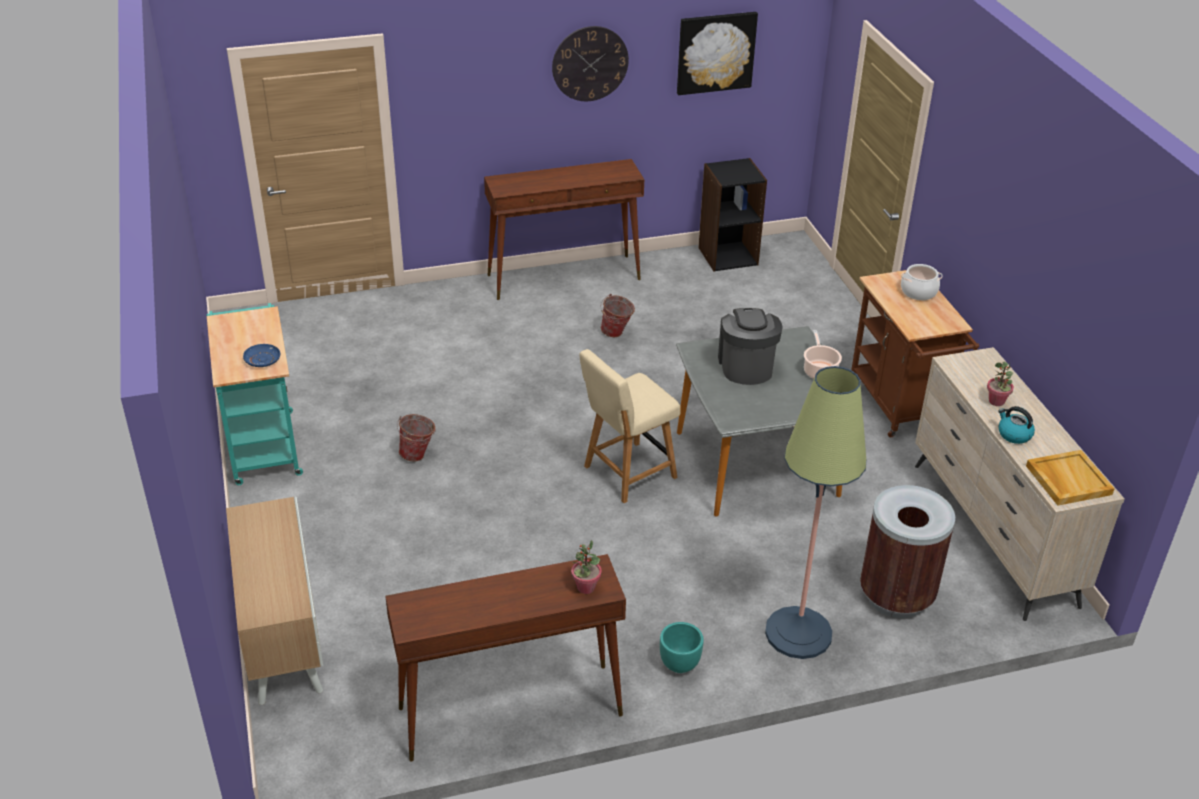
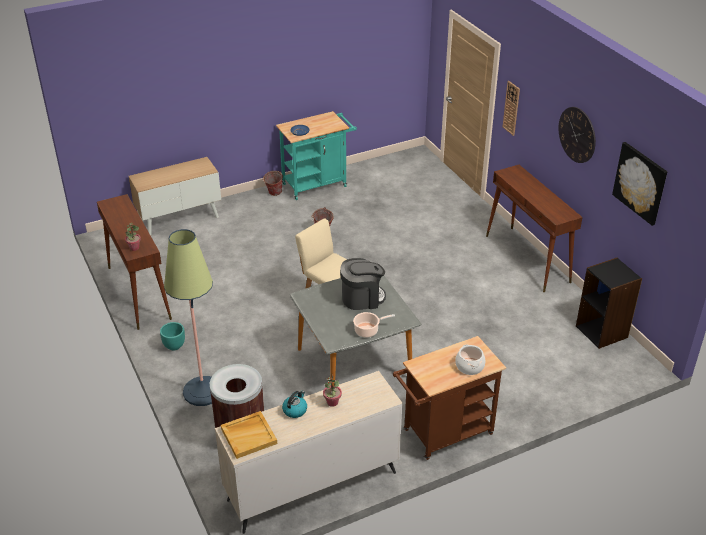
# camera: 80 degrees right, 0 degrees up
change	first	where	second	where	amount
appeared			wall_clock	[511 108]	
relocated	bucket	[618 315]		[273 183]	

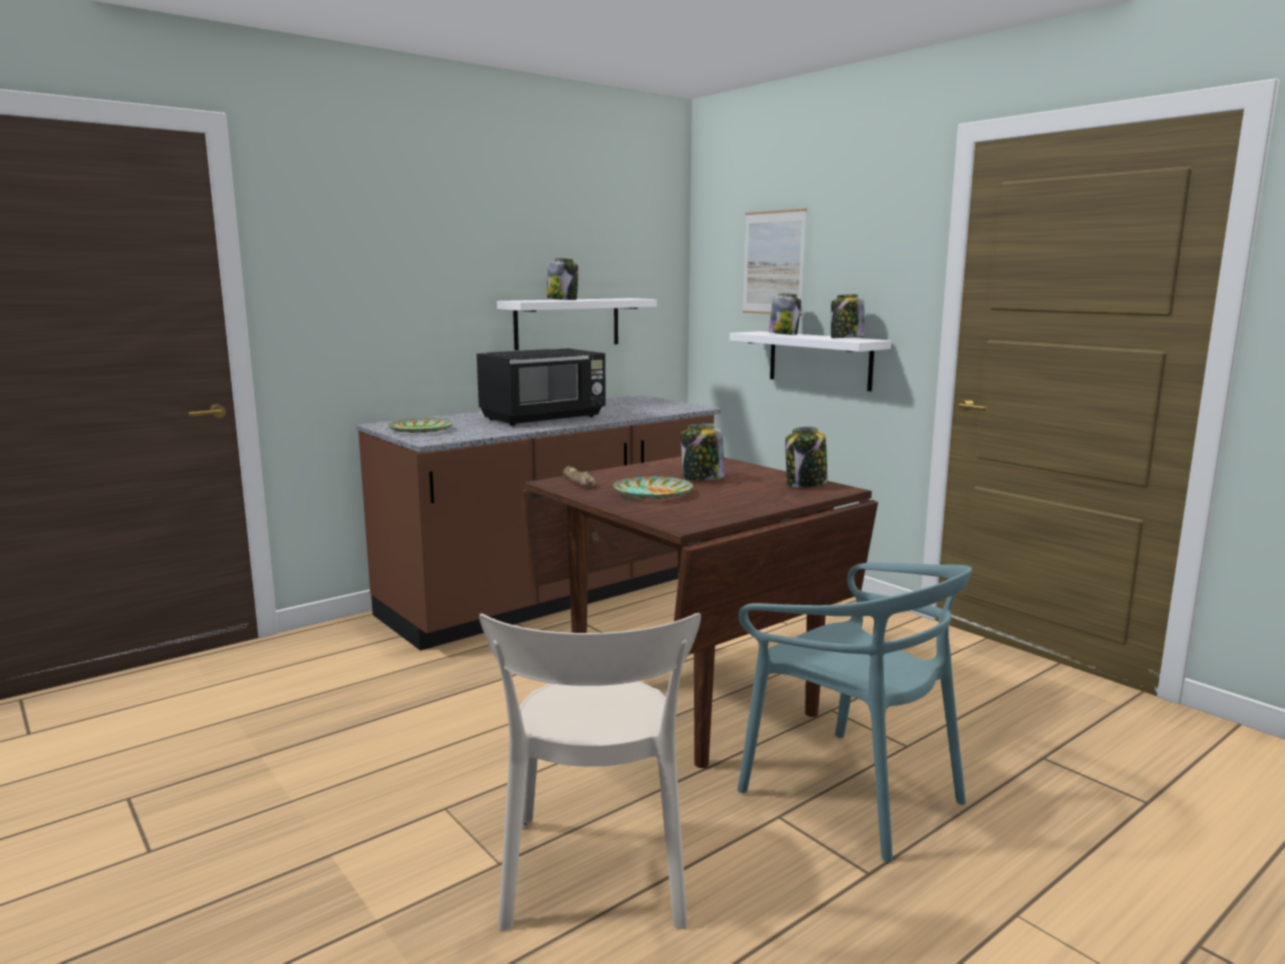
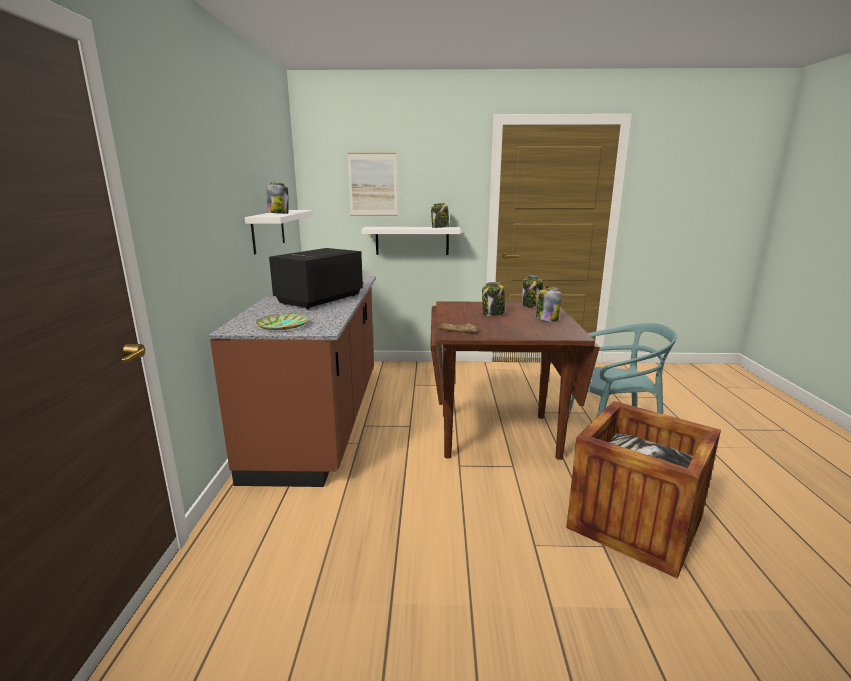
# camera: 50 degrees left, 5 degrees up
change	first	where	second	where	amount
missing	plate	[653 487]			
relocated	jar	[785 314]		[549 304]	
exchanged	beige_chair	[590 772]	crate	[643 490]	
spun	black_microwave	[541 387]		[316 278]	150 degrees counterclockwise

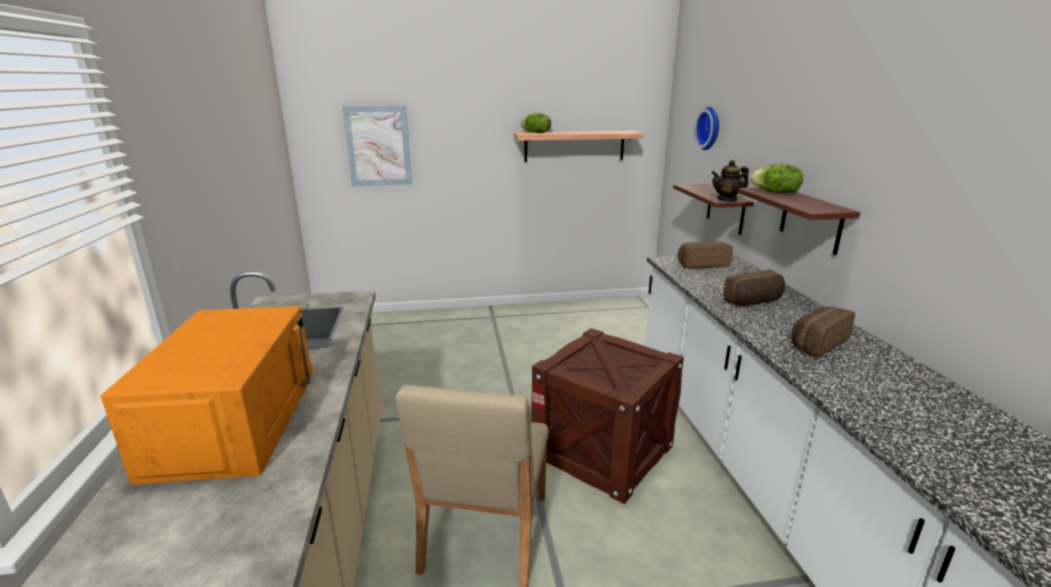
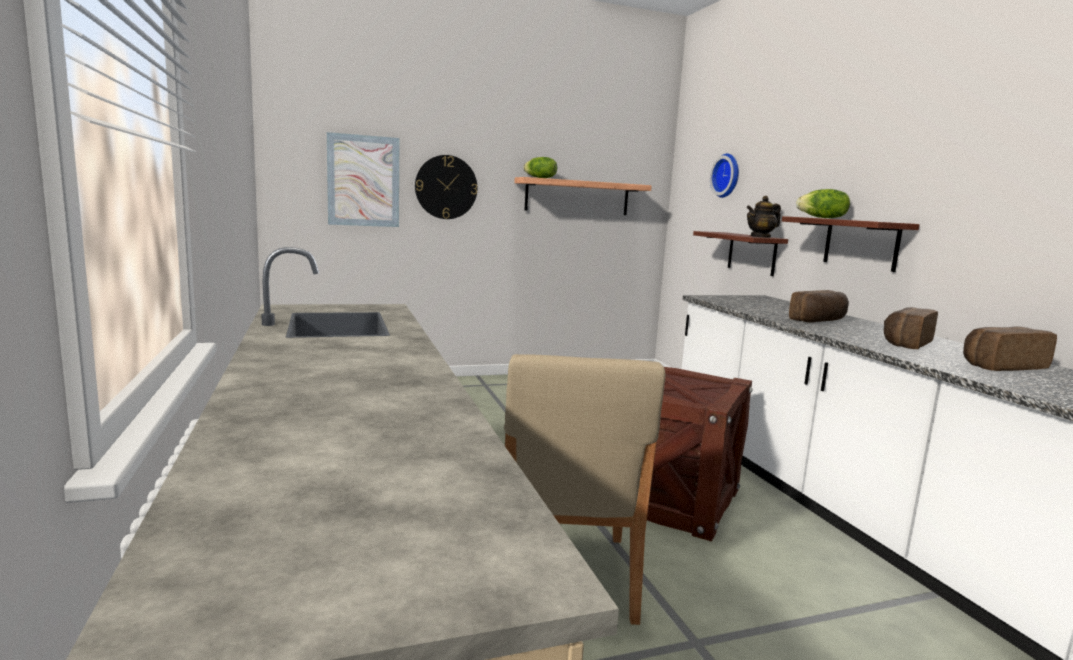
# camera: 10 degrees left, 10 degrees down
change	first	where	second	where	amount
missing	orange_microwave	[206 395]			
appeared			wall_clock	[446 187]	
relocated	bread	[704 255]		[1010 348]	

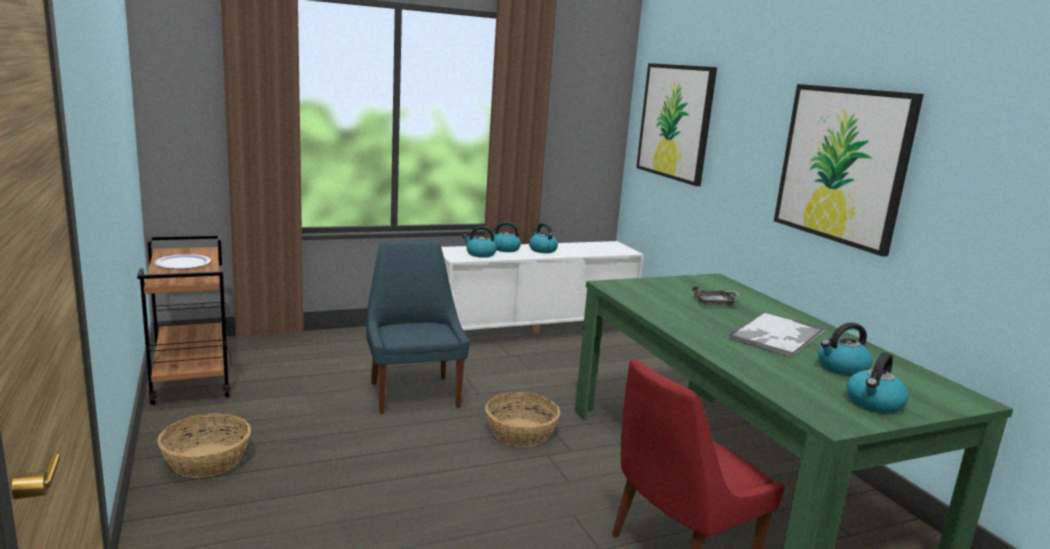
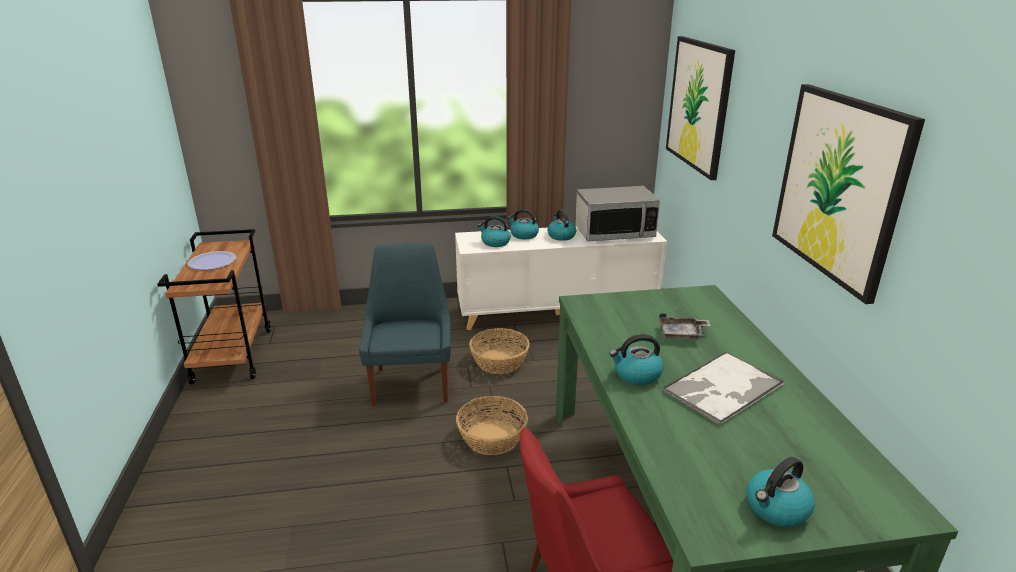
# camera: 15 degrees right, 10 degrees up
change	first	where	second	where	amount
appeared			microwave	[617 213]	
relocated	basket	[204 445]		[499 351]	
relocated	kettle	[845 349]		[636 359]	

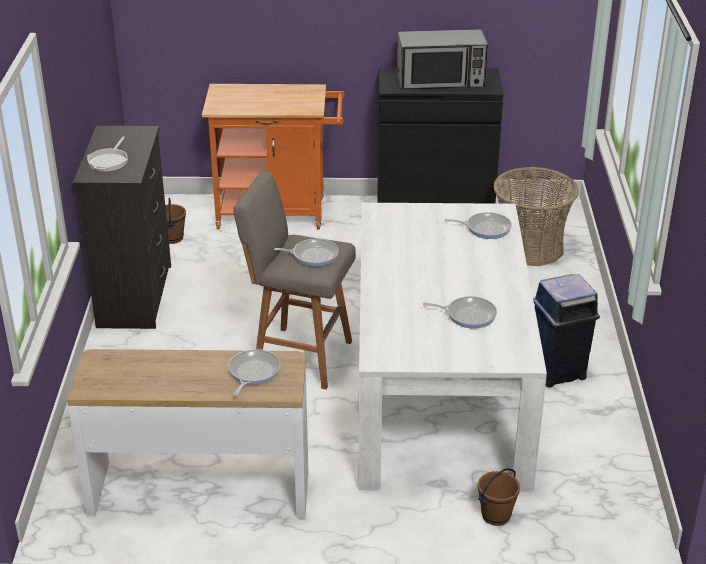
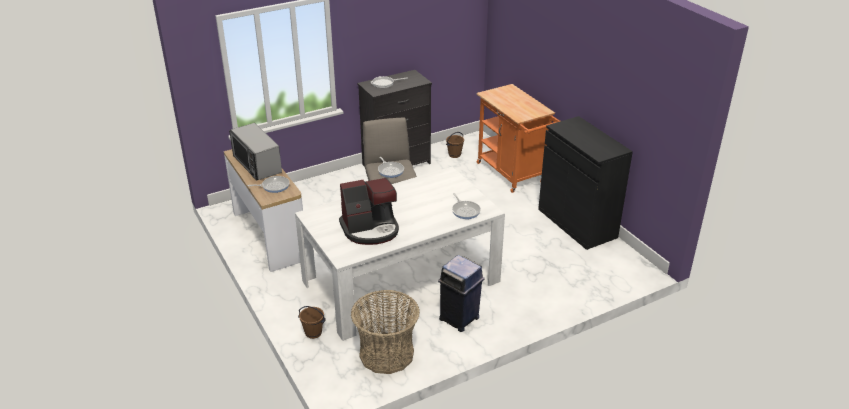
# camera: 60 degrees right, 0 degrees up
change	first	where	second	where	amount
relocated	microwave	[442 59]		[255 152]	
relocated	basket	[536 216]		[385 332]	
exchanged	frying_pan	[460 312]	coffee_machine	[369 211]	

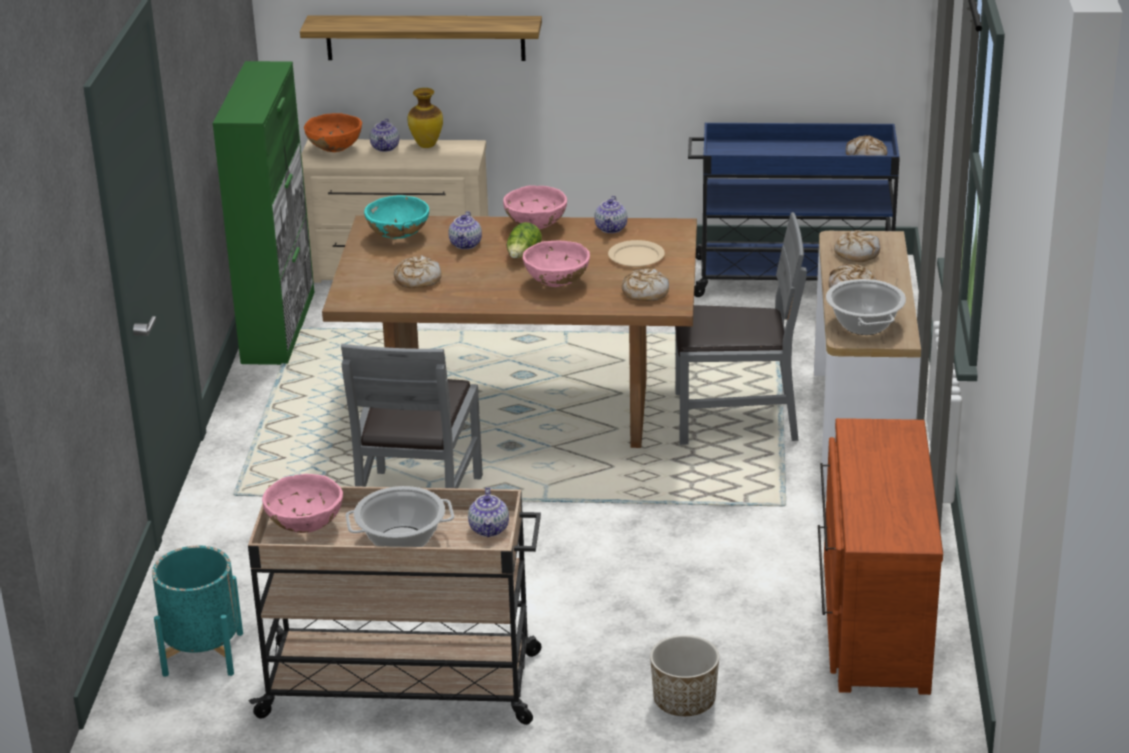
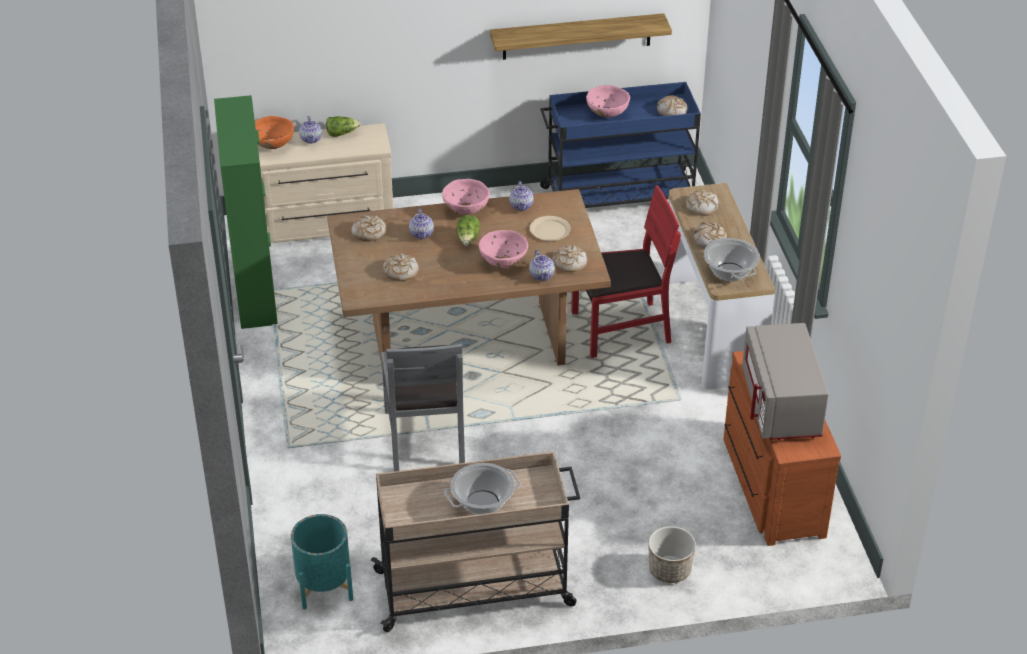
# camera: 15 degrees left, 10 degrees up
change	first	where	second	where	amount
appeared			grey_microwave	[785 381]	
relocated	pink_bowl	[302 503]		[608 101]	
relocated	shelf	[421 38]		[581 36]	
relocated	teapot	[488 512]		[542 265]	
exchanged	turquoise_bowl	[396 217]	bread	[369 228]	
exchanged	vase	[425 118]	lettuce	[343 126]	
colour	grey_chair	[741 328]	red_chair	[626 271]	

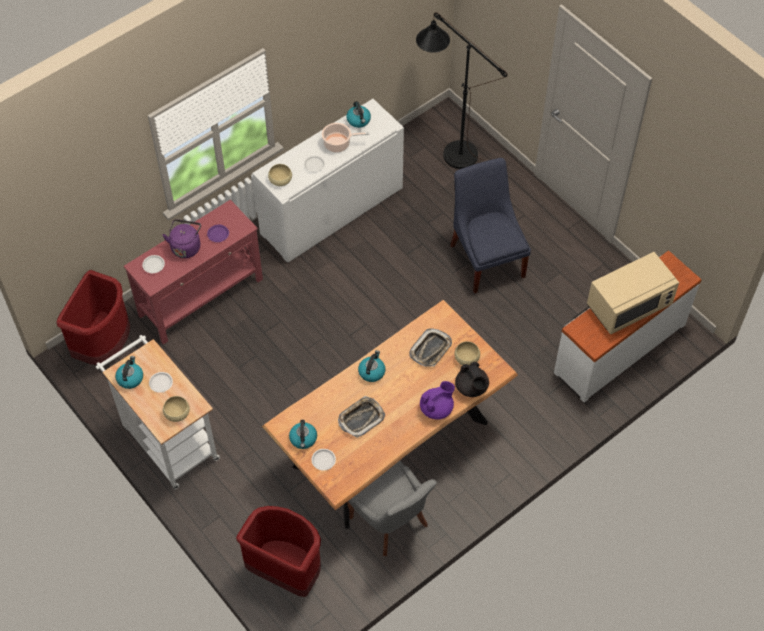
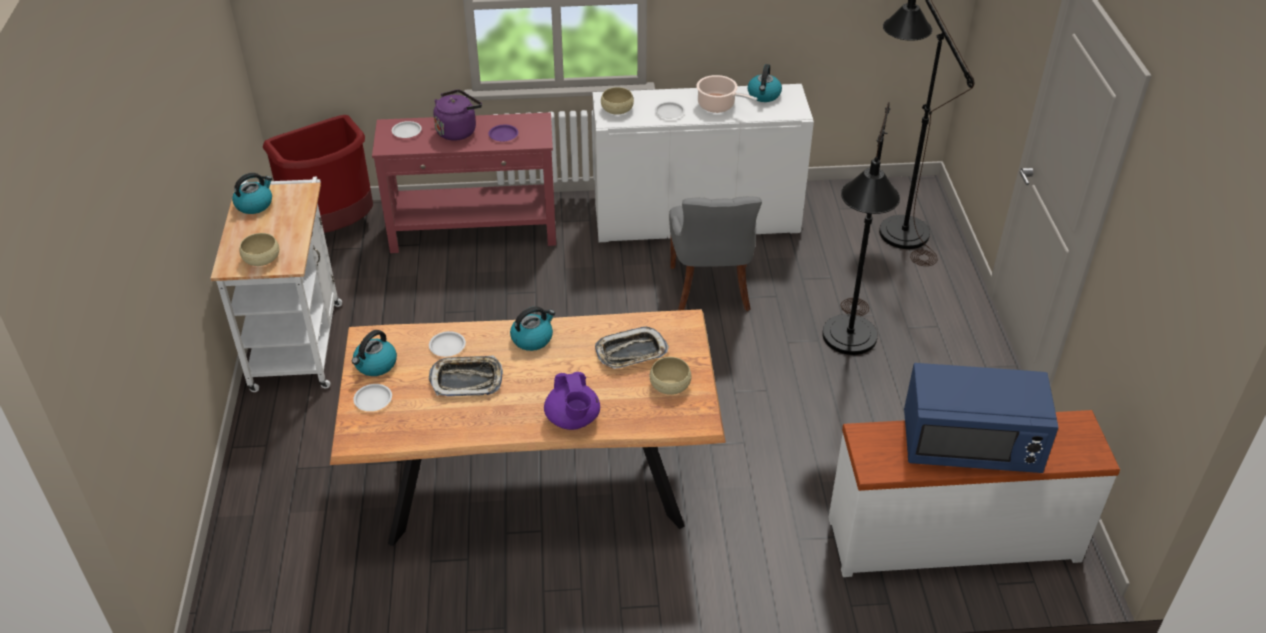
# camera: 35 degrees right, 15 degrees down
change	first	where	second	where	amount
missing	red_trash_can	[278 551]			
missing	black_teapot	[472 379]			
relocated	white_plate	[161 382]		[447 344]	
relocated	grey_chair	[392 508]		[715 253]	
exchanged	blue_chair	[490 225]	black_floor_lamp	[861 228]	
colour	beige_microwave	[633 293]	blue_microwave	[981 418]	
spun	purple_teapot	[437 400]		[572 401]	75 degrees clockwise

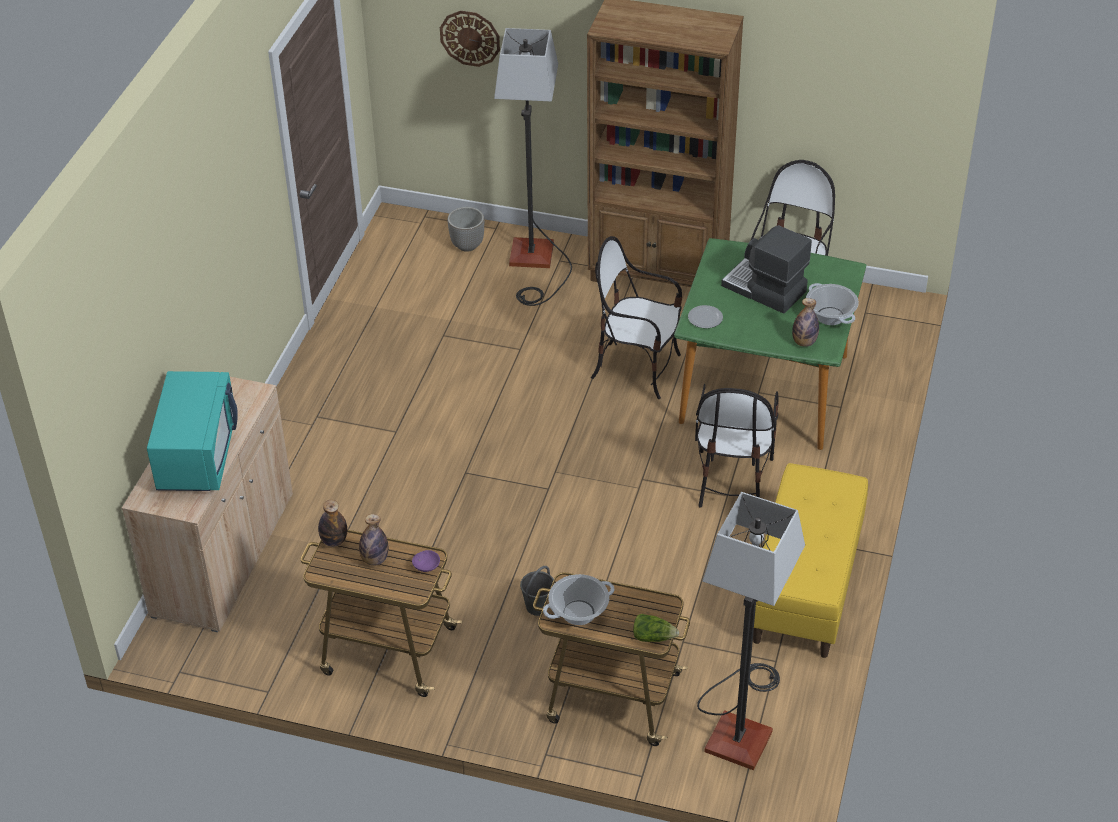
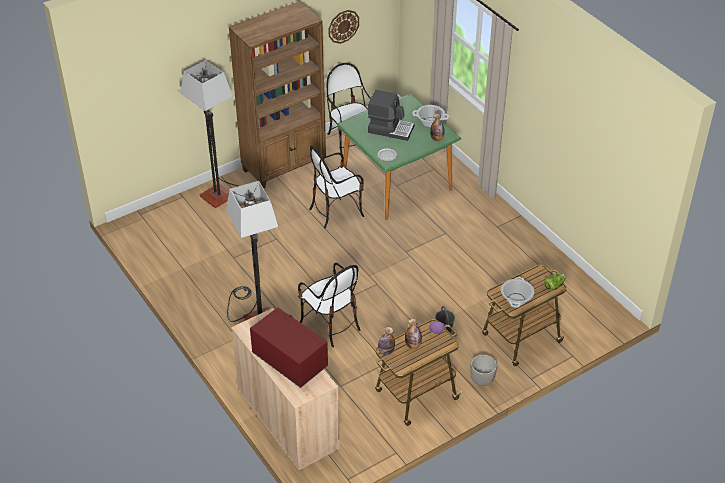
# camera: 50 degrees left, 0 degrees up
change	first	where	second	where	amount
missing	yellow_bench	[810 560]			
relocated	wall_clock	[470 39]		[343 27]	
relocated	planter	[466 229]		[484 370]	
relocated	chair	[737 445]		[329 305]	
relocated	floor_lamp	[751 631]		[252 251]	
colour	turquoise_microwave	[192 431]	red_microwave	[289 347]	
spun	coffee_machine	[766 269]		[391 115]	150 degrees counterclockwise

